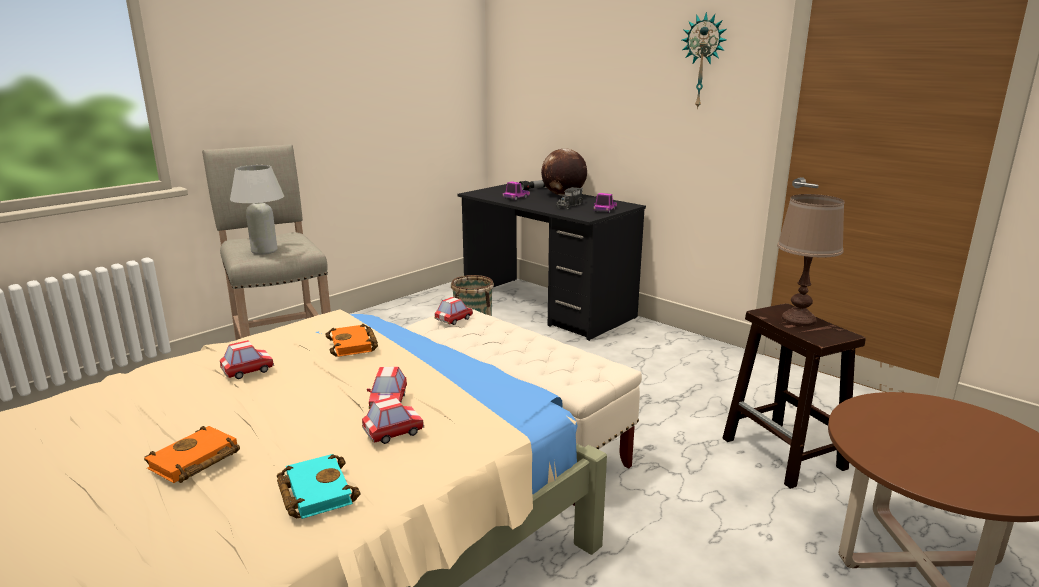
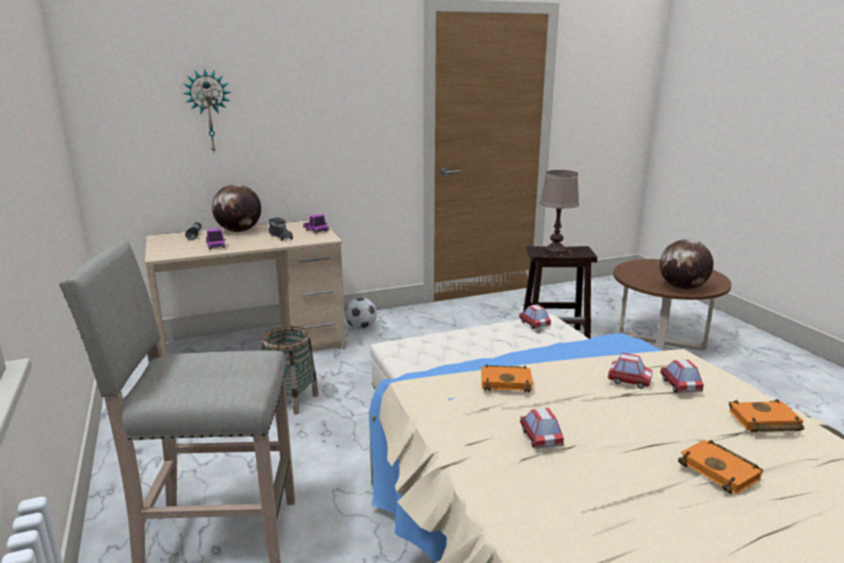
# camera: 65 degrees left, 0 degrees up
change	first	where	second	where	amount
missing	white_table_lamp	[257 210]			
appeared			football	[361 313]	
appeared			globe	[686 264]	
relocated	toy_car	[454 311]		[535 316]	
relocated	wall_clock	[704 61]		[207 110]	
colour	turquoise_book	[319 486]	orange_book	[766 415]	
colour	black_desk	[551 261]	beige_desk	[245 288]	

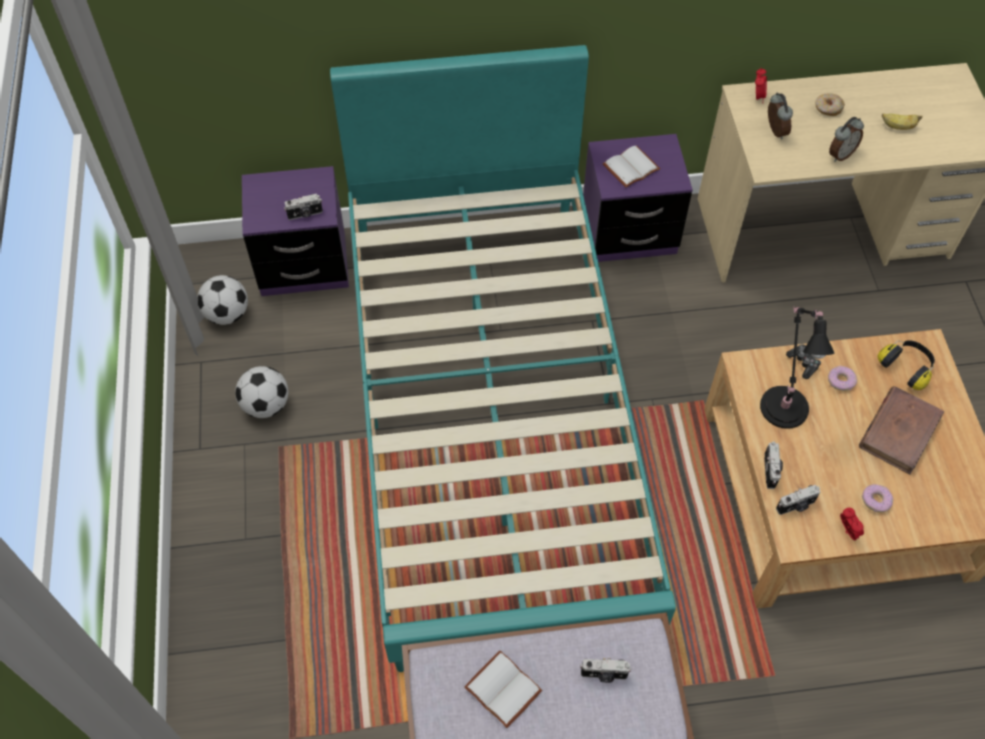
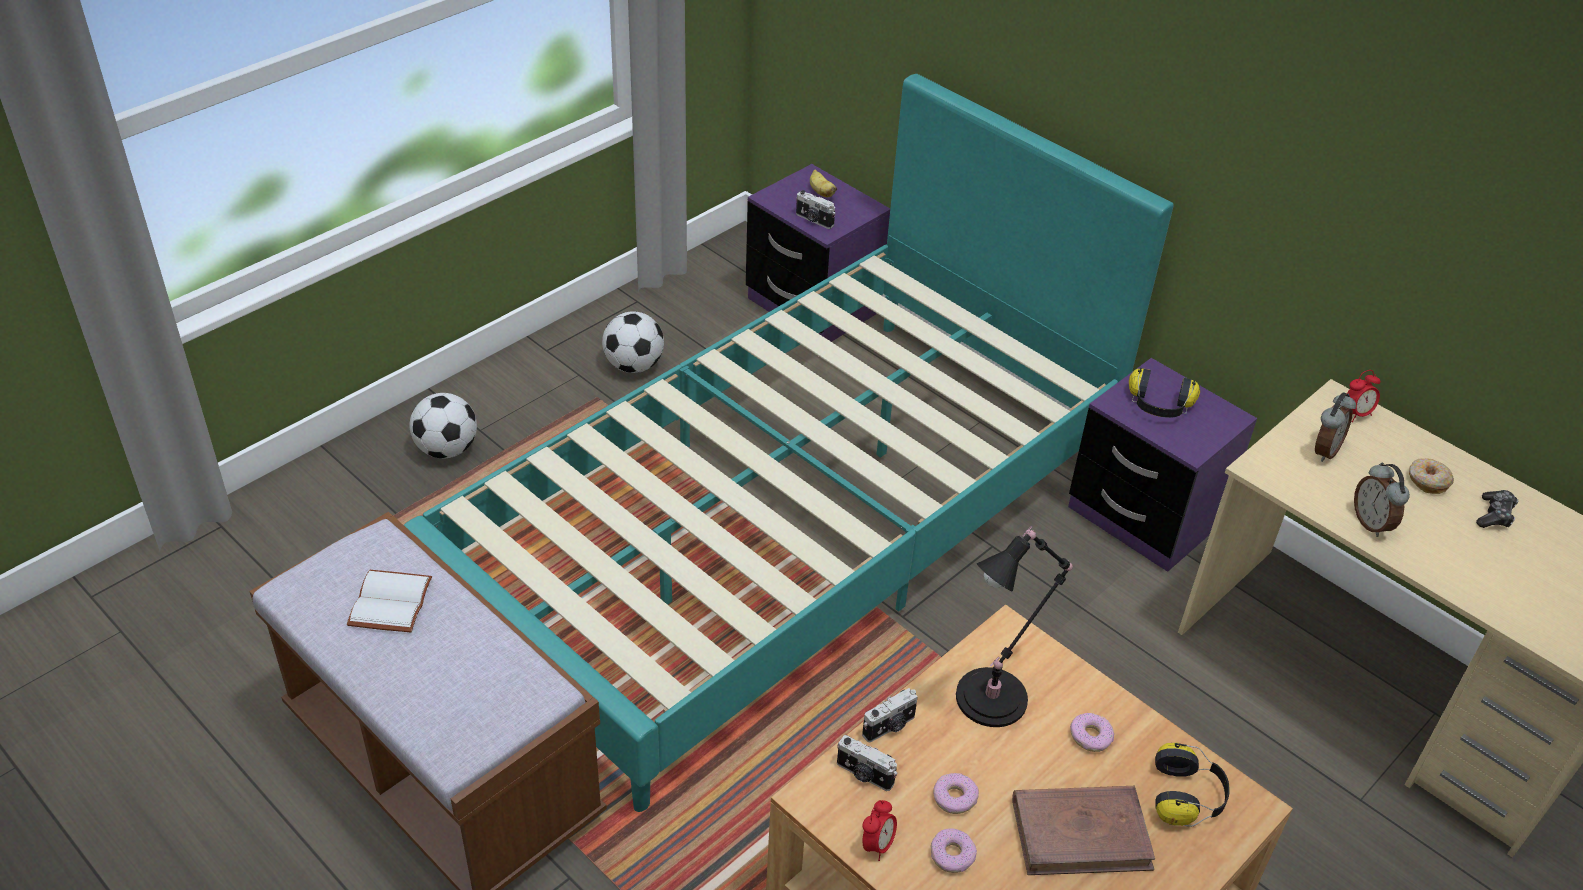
# camera: 50 degrees right, 15 degrees down
change	first	where	second	where	amount
missing	photo_camera	[605 670]			
appeared			donut	[956 793]	
relocated	football	[222 300]		[443 425]	
relocated	game_controller	[803 361]		[1497 509]	
relocated	banana	[902 122]		[823 183]	
exchanged	white_book	[631 166]	headphones	[1164 393]	
spun	alarm_clock	[846 139]		[1382 500]	60 degrees clockwise

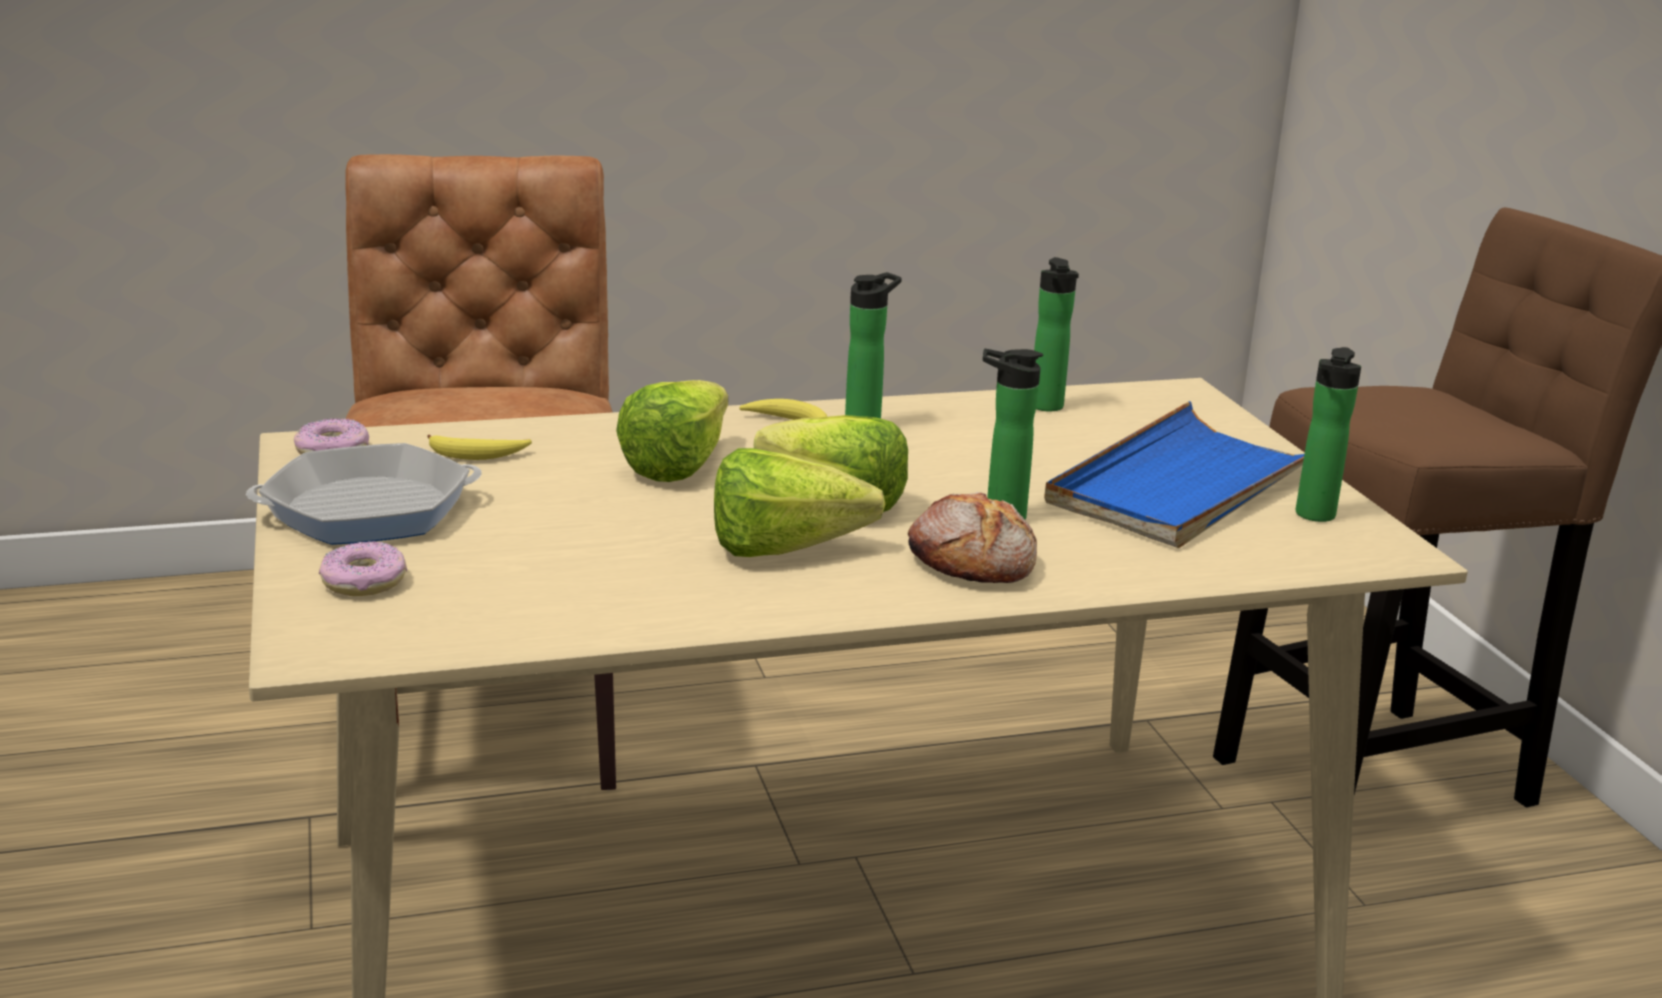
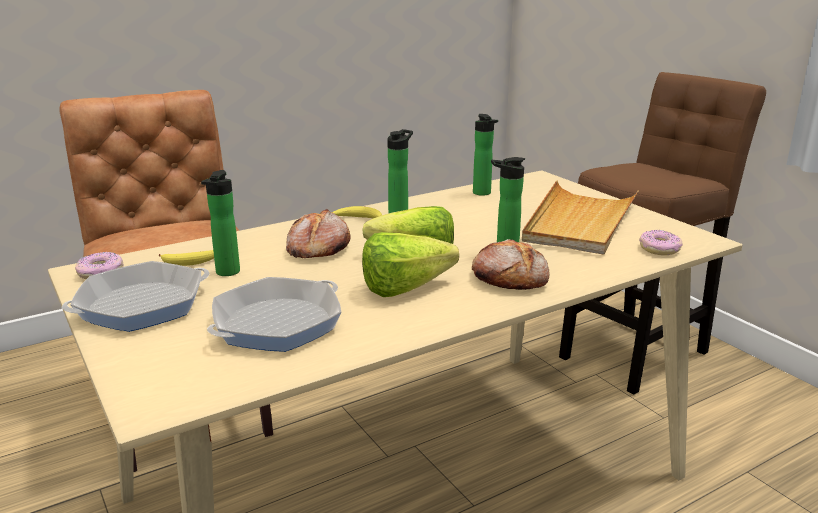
# camera: 15 degrees left, 0 degrees up
change	first	where	second	where	amount
appeared			frying_pan	[274 314]	
relocated	donut	[363 568]		[661 242]	
relocated	bottle	[1328 434]		[220 223]	
exchanged	lettuce	[672 431]	bread	[318 233]	
colour	blue_tray	[1174 474]	beige_tray	[580 217]	

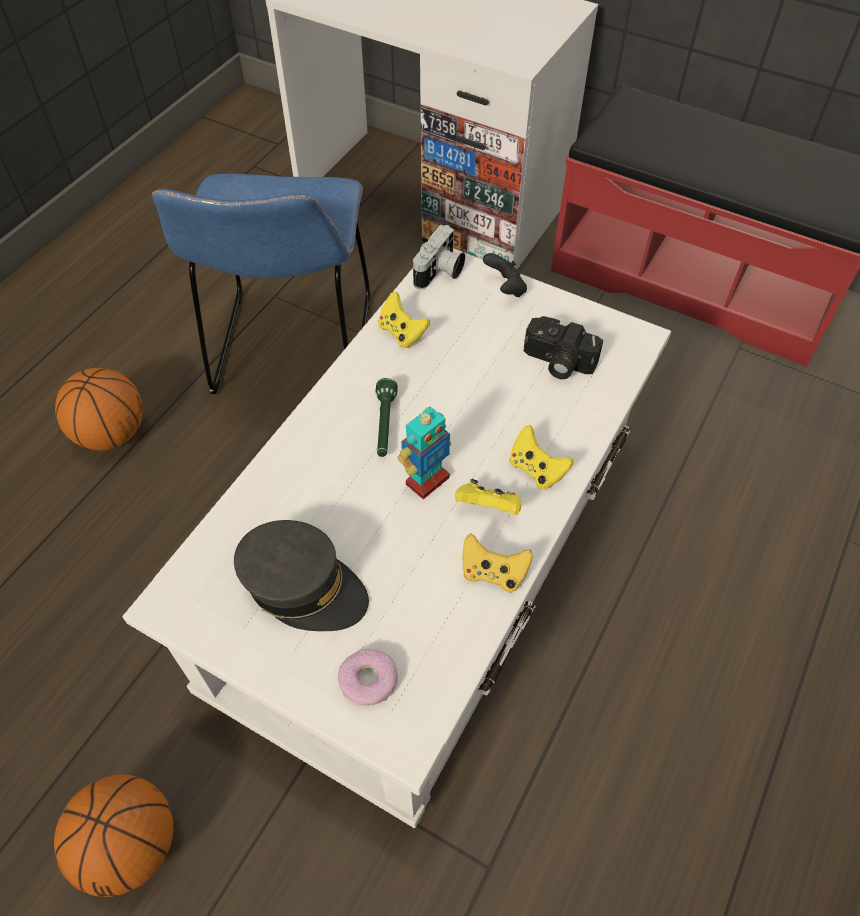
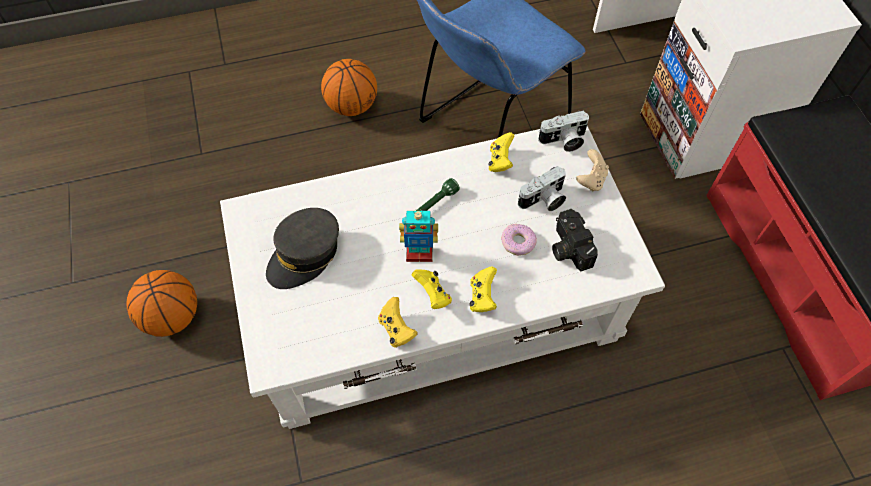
# camera: 45 degrees right, 5 degrees up
change	first	where	second	where	amount
appeared			photo_camera	[542 188]	
relocated	donut	[368 677]		[519 240]	
colour	black_game_controller	[505 275]	beige_game_controller	[592 170]	
spun	grey_cap	[301 575]		[302 248]	60 degrees clockwise

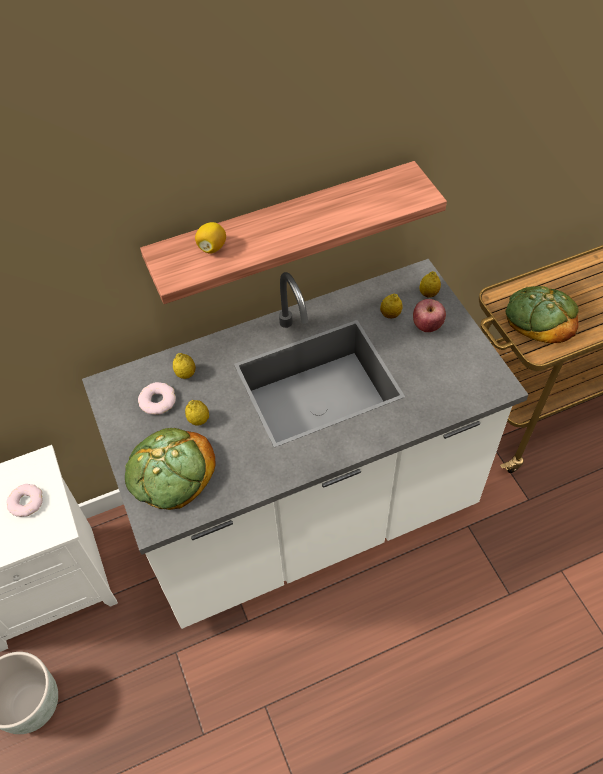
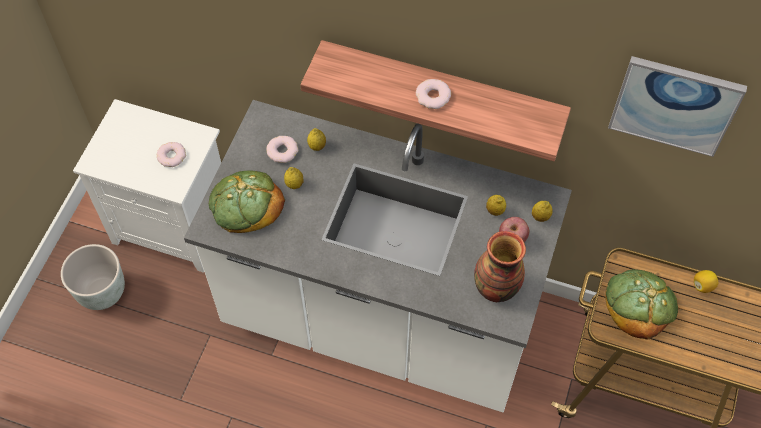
# camera: 40 degrees right, 5 degrees up
change	first	where	second	where	amount
appeared			donut	[433 94]	
appeared			vase	[500 266]	
appeared			picture	[677 106]	
relocated	lemon	[210 238]		[706 281]	

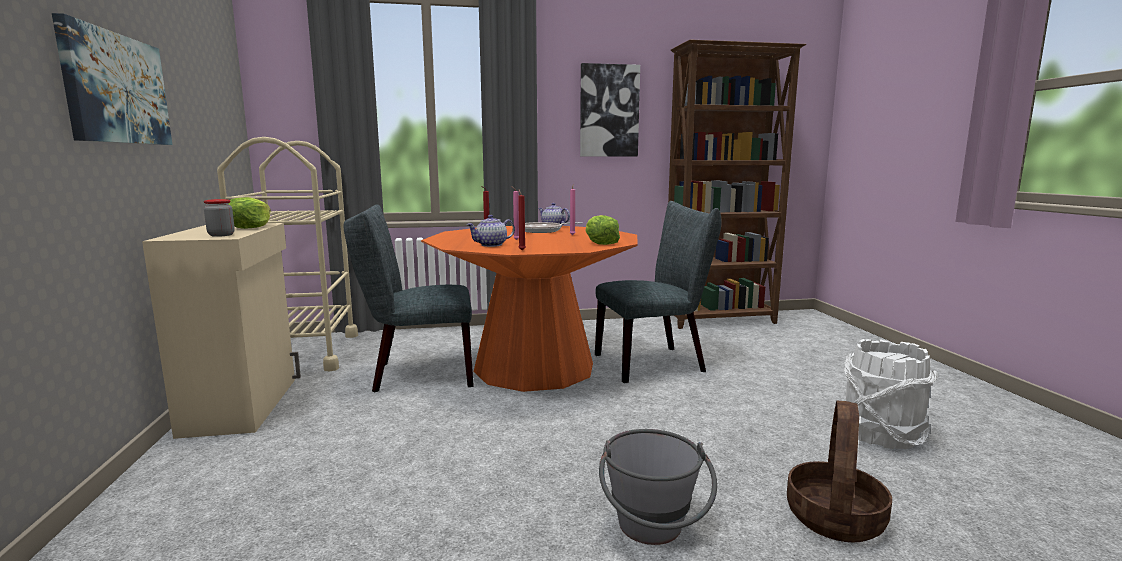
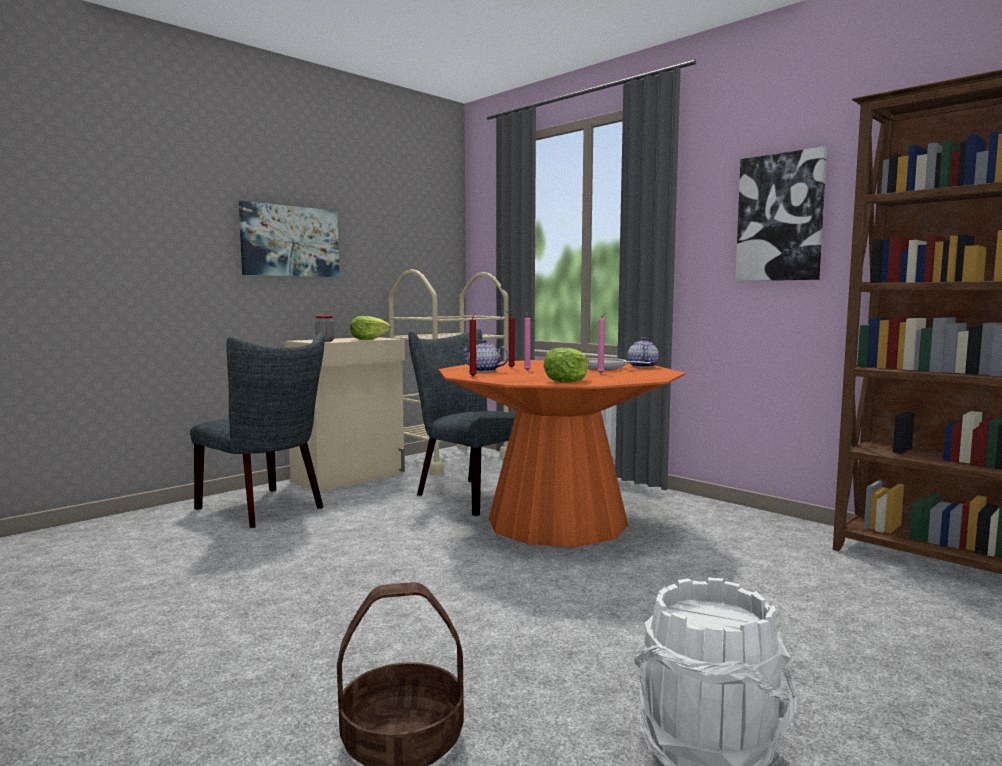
# camera: 55 degrees right, 5 degrees down
change	first	where	second	where	amount
missing	grey_bucket	[658 487]			
relocated	grey_chair	[658 292]		[257 430]	

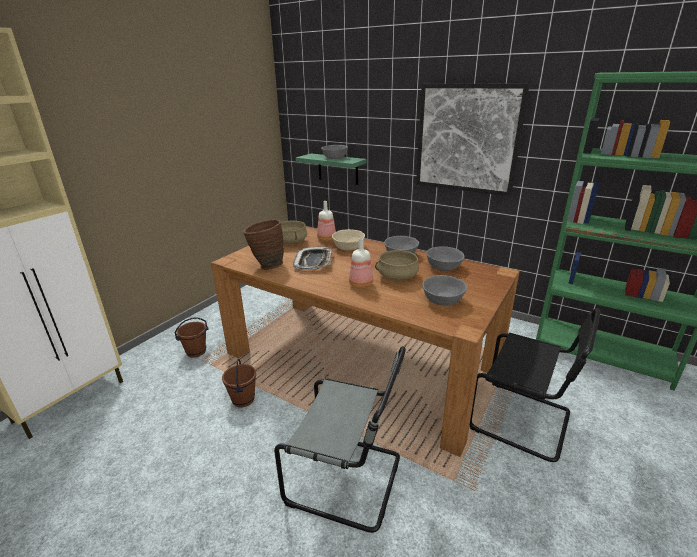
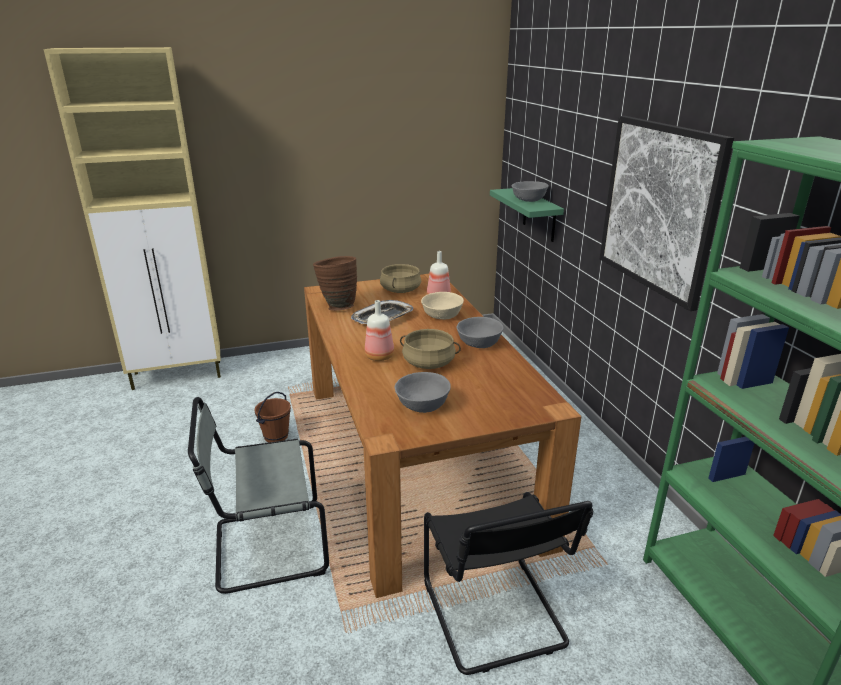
# camera: 40 degrees right, 0 degrees up
change	first	where	second	where	amount
missing	brown_bucket	[192 337]			
missing	grey_bowl	[445 258]			
spun	grey_chair	[340 439]		[258 495]	105 degrees clockwise

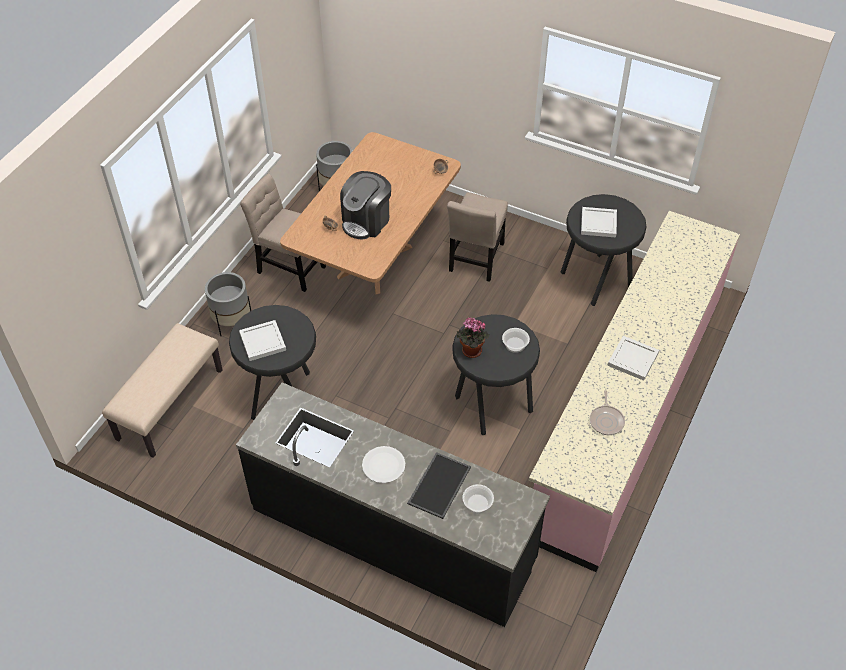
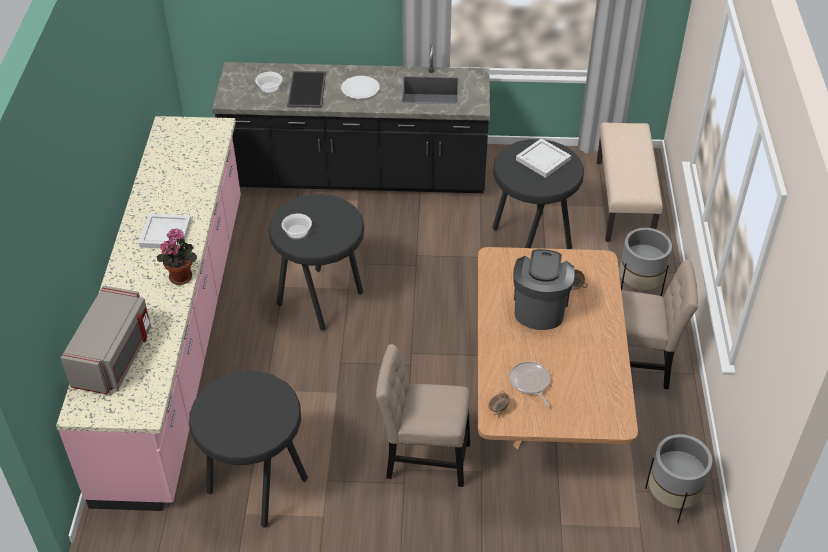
# camera: 155 degrees right, 5 degrees down
change	first	where	second	where	amount
missing	white_tray	[599 222]			
appeared			grey_microwave	[106 340]	
relocated	potted_plant	[473 338]		[176 256]	
relocated	frying_pan	[607 412]		[530 384]	
spun	beige_chair	[477 237]		[423 415]	75 degrees counterclockwise

